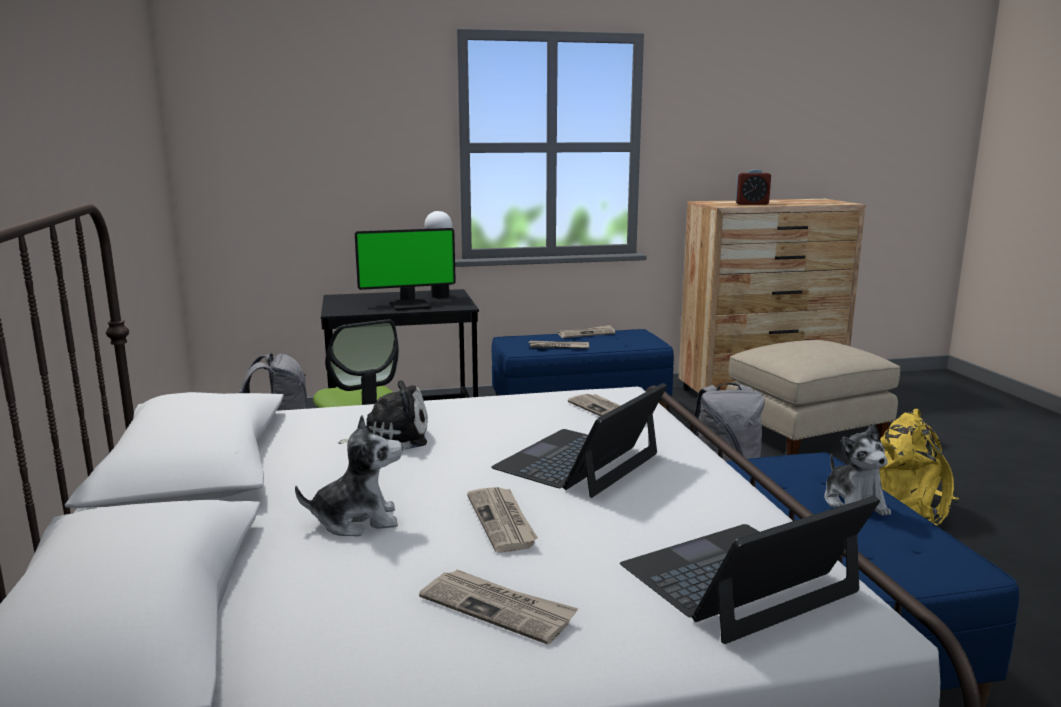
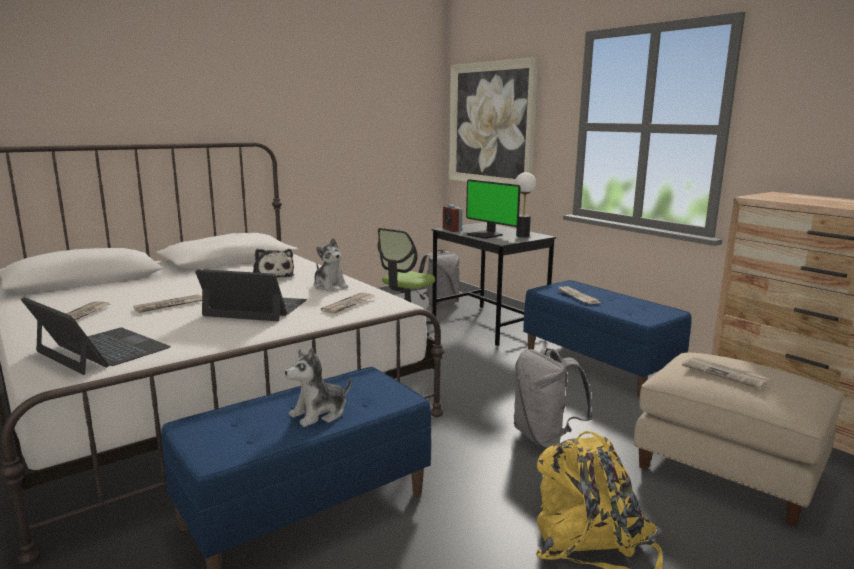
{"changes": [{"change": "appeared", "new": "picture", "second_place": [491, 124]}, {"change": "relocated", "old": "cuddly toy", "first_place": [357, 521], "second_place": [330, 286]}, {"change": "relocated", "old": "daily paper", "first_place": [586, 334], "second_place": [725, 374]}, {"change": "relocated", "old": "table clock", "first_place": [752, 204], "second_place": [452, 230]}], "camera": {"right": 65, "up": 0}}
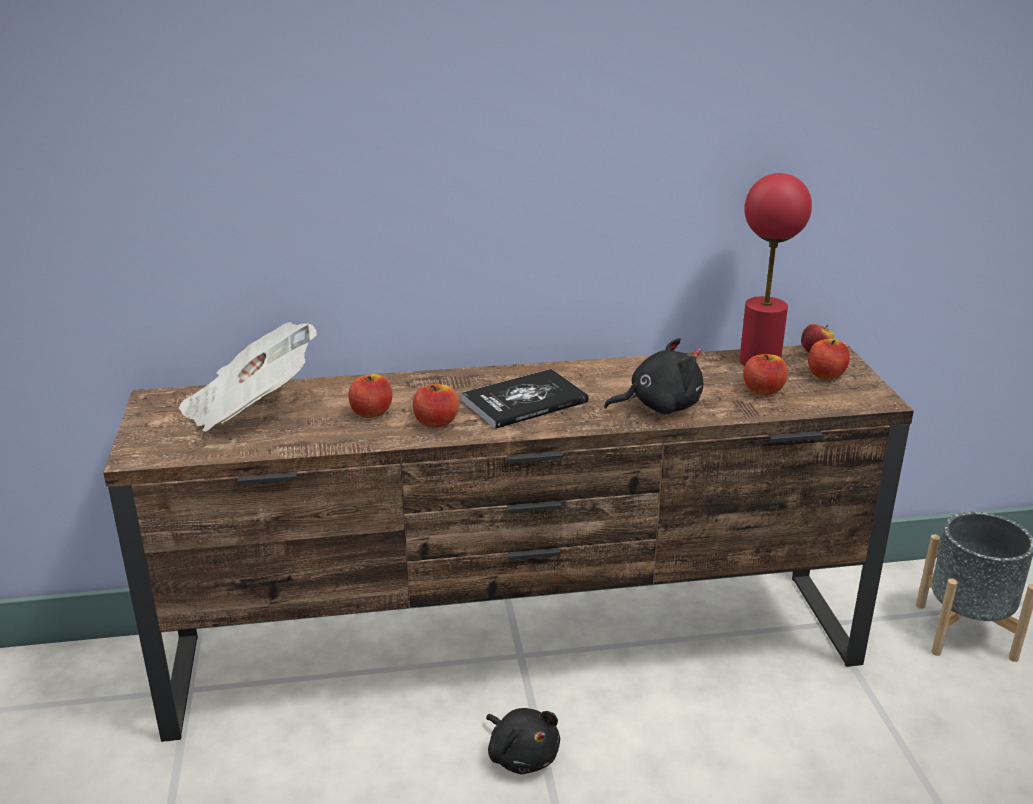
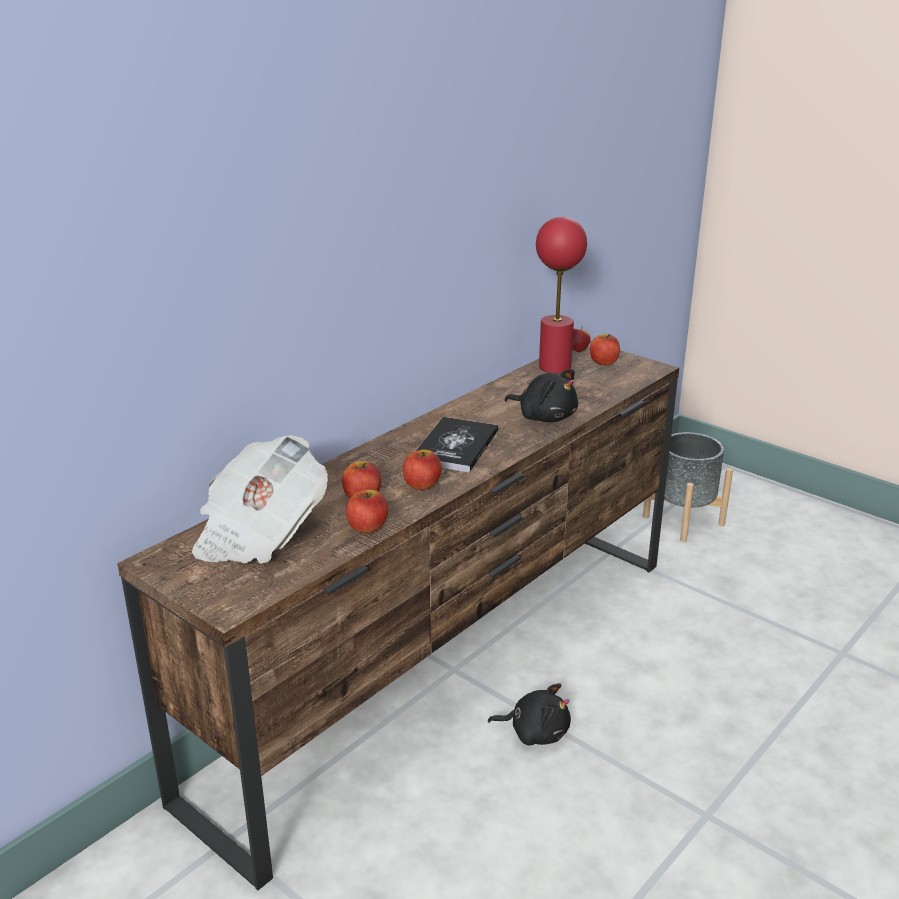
{"changes": [{"change": "relocated", "old": "apple", "first_place": [763, 390], "second_place": [367, 527]}, {"change": "spun", "old": "cuddly toy/black", "first_place": [659, 406], "second_place": [544, 417], "degrees": 90}], "camera": {"right": -40, "up": 0}}
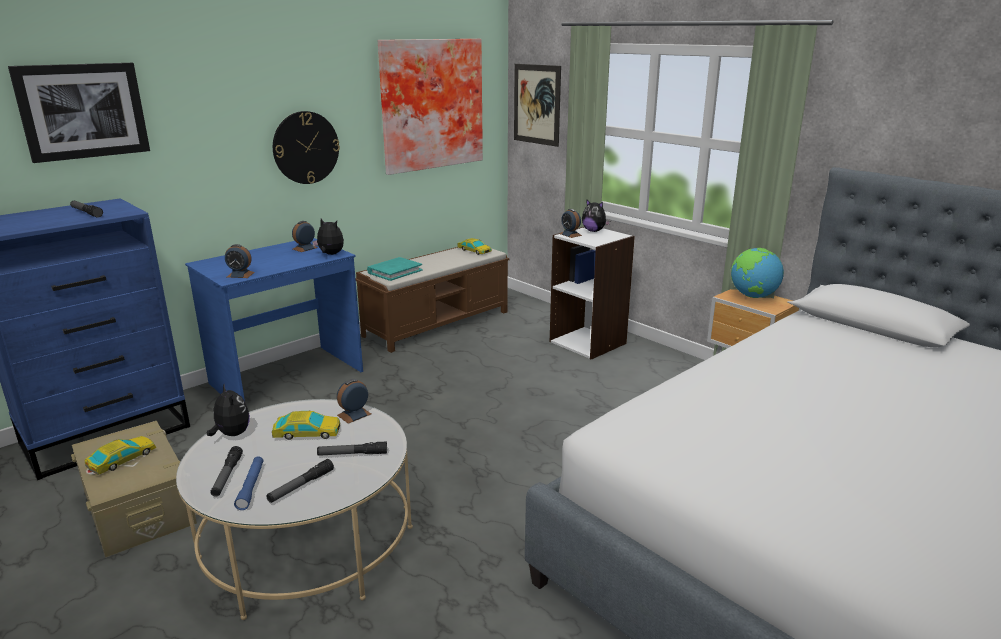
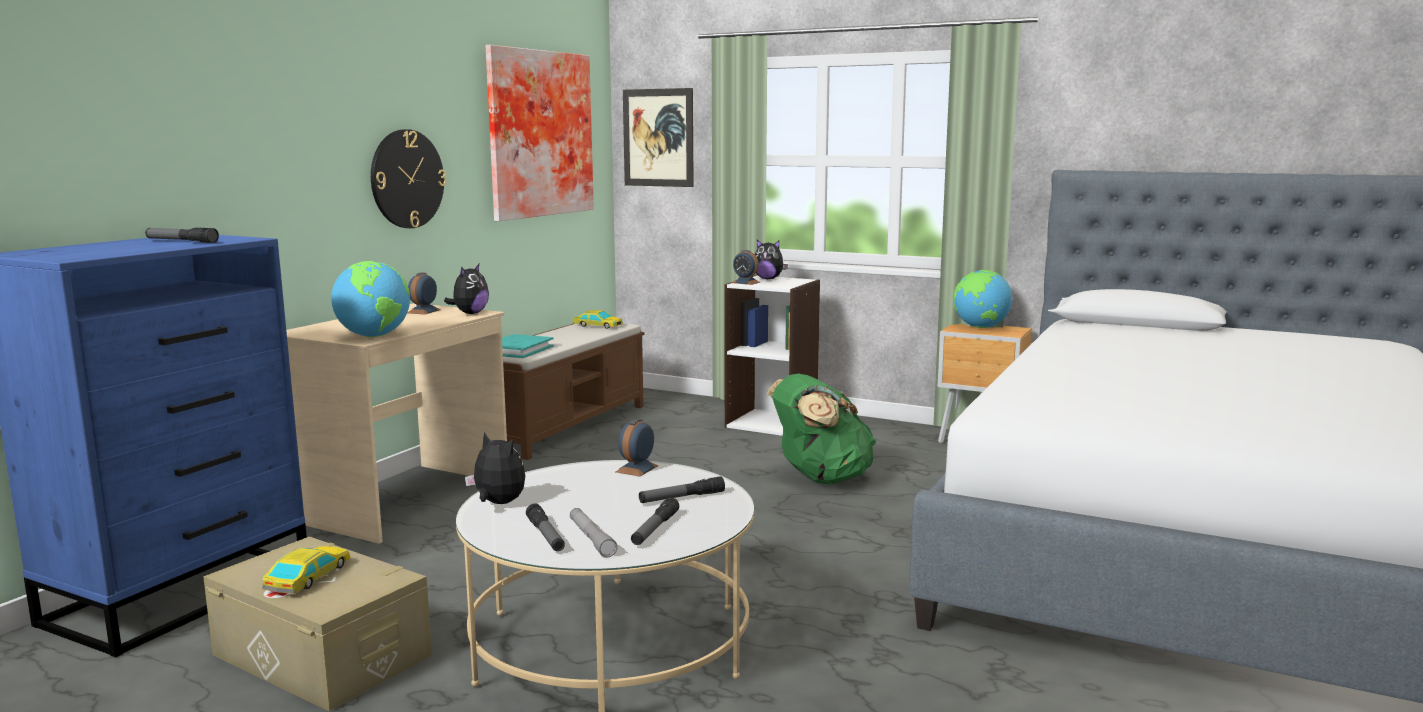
{"changes": [{"change": "missing", "old": "picture", "first_place": [83, 111]}, {"change": "missing", "old": "model car", "first_place": [307, 432]}, {"change": "appeared", "new": "knapsack/green-coloured", "second_place": [820, 478]}, {"change": "exchanged", "old": "table clock", "new": "world globe", "first_place": [240, 274], "second_place": [374, 336]}, {"change": "colour", "old": "desk/bluish", "new": "desk/sand-coloured", "first_place": [287, 378], "second_place": [405, 501]}, {"change": "colour", "old": "flashlight/bluish", "new": "flashlight/greyish", "first_place": [251, 487], "second_place": [591, 539]}, {"change": "spun", "old": "cuddly toy", "first_place": [330, 254], "second_place": [470, 313], "degrees": 105}], "camera": {"right": -20, "up": -10}}
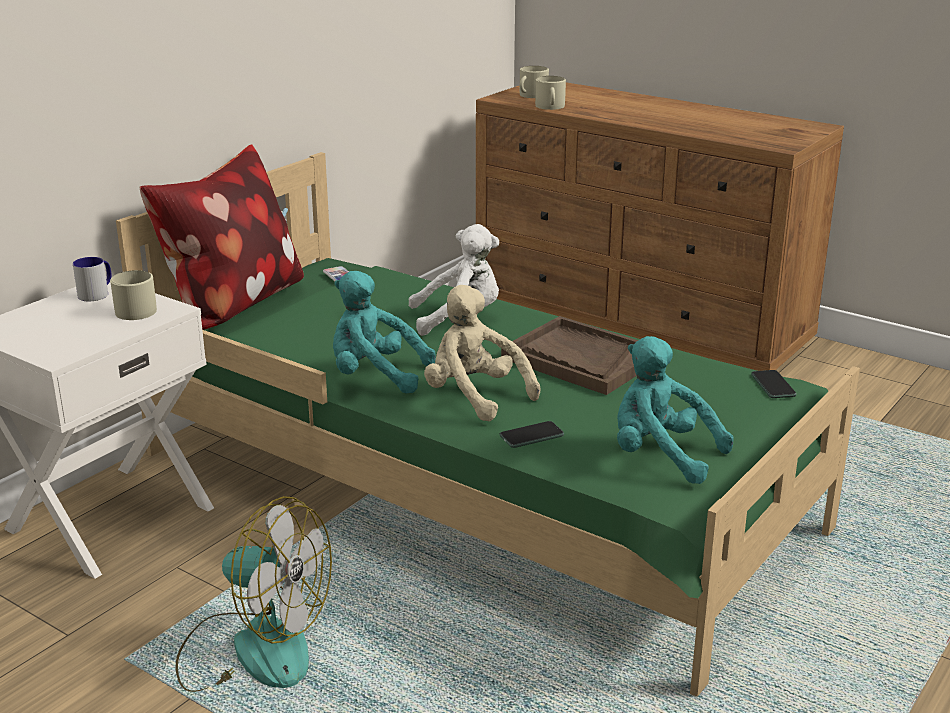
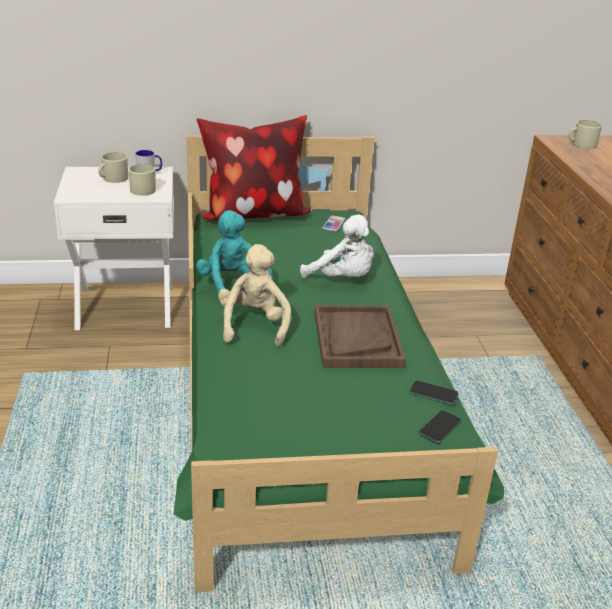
{"changes": [{"change": "missing", "old": "fan", "first_place": [253, 648]}, {"change": "missing", "old": "cuddly toy/turquoise-coloured", "first_place": [661, 456]}, {"change": "relocated", "old": "telephone", "first_place": [531, 436], "second_place": [433, 394]}, {"change": "relocated", "old": "mug/sand-coloured", "first_place": [550, 107], "second_place": [112, 179]}], "camera": {"right": 45, "up": 5}}
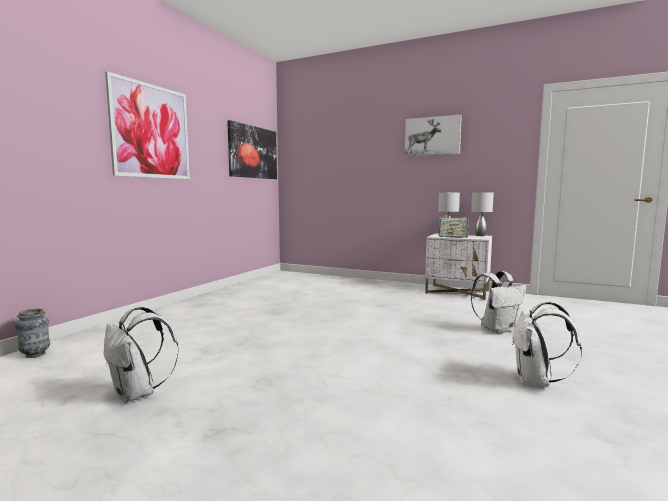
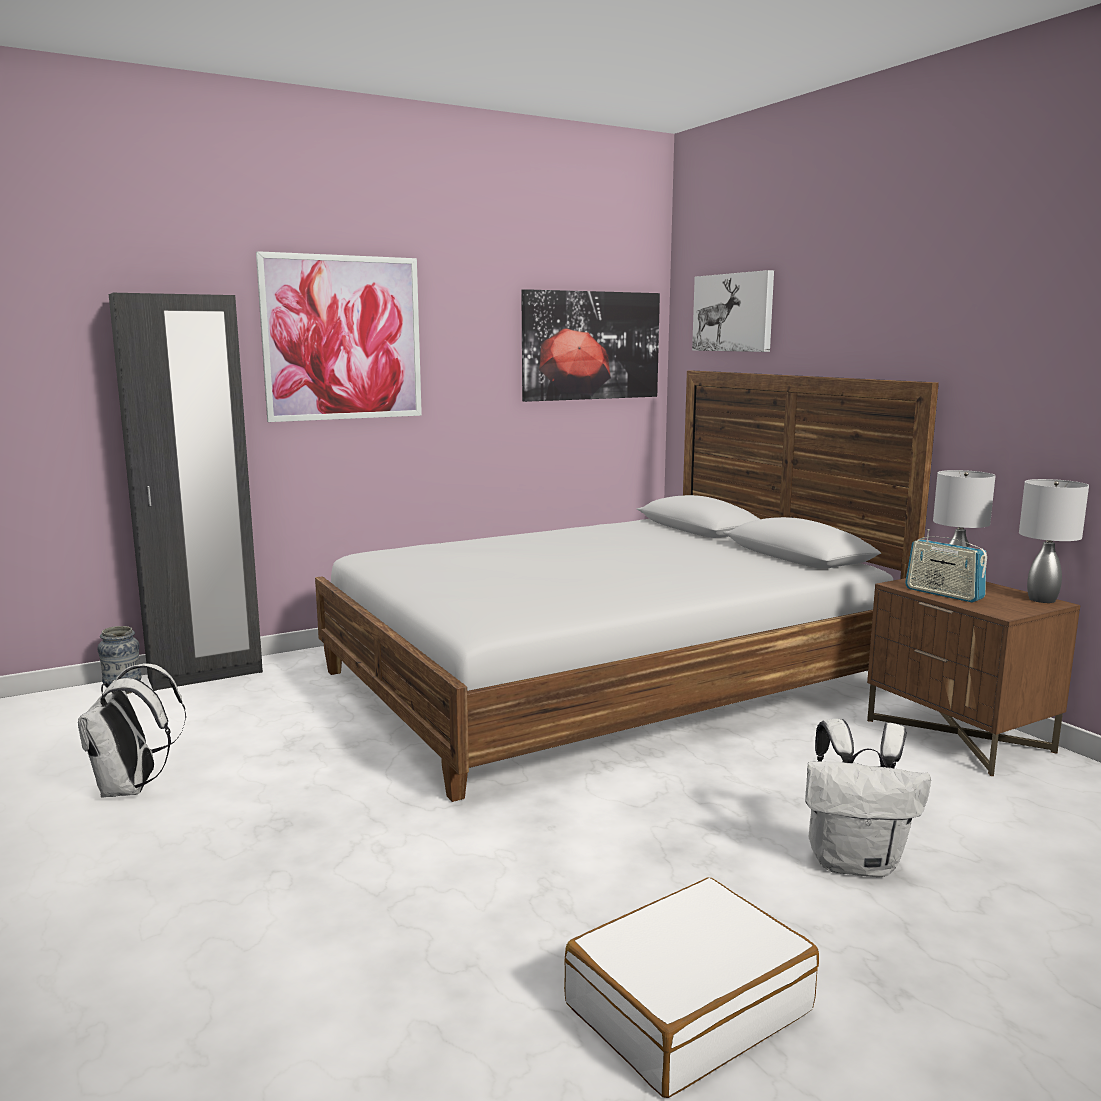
{"changes": [{"change": "appeared", "new": "wardrobe/black", "second_place": [206, 675]}, {"change": "appeared", "new": "bed", "second_place": [604, 679]}, {"change": "relocated", "old": "picture", "first_place": [432, 136], "second_place": [733, 312]}, {"change": "exchanged", "old": "knapsack/white-coloured", "new": "suitcase/white-coloured", "first_place": [536, 381], "second_place": [687, 1007]}, {"change": "colour", "old": "night table/white-coloured", "new": "night table/brownish", "first_place": [457, 292], "second_place": [959, 736]}], "camera": {"right": 35, "up": 5}}
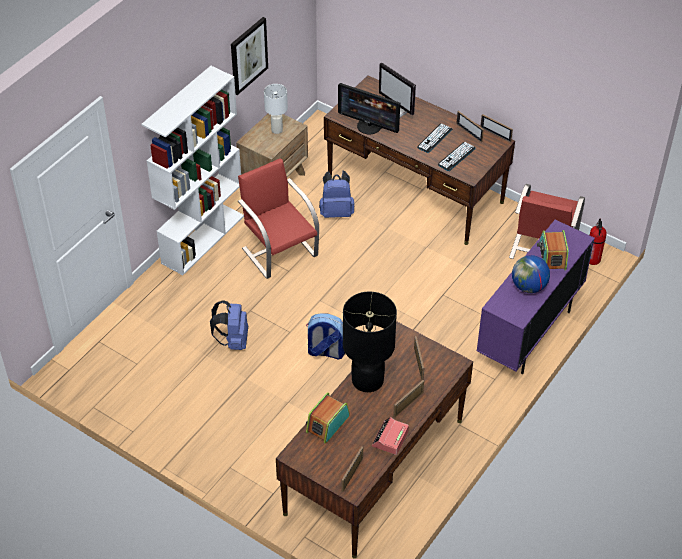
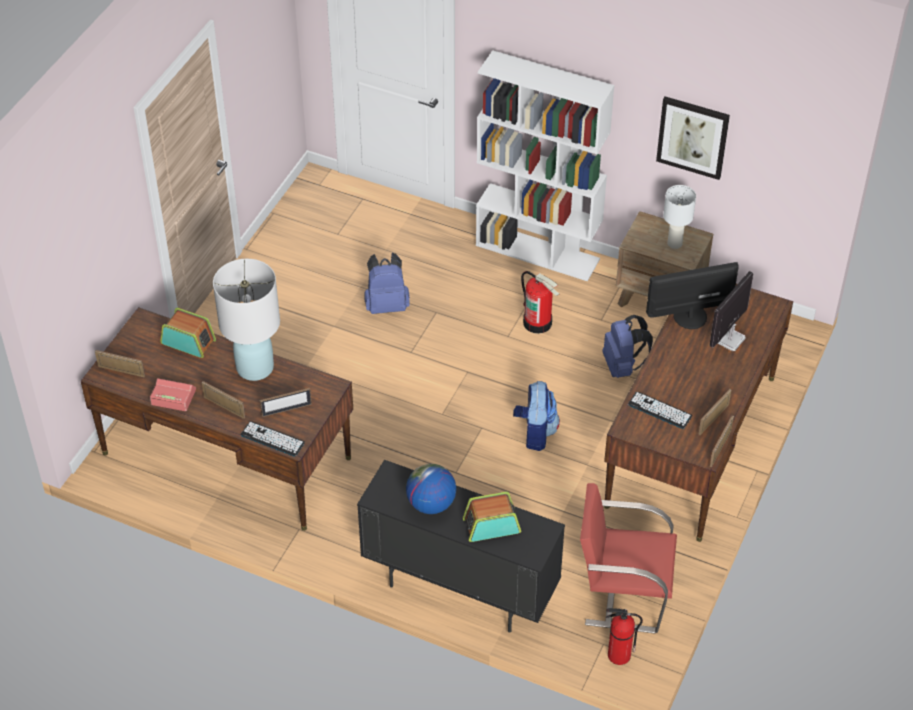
{"changes": [{"change": "relocated", "old": "knapsack", "first_place": [325, 351], "second_place": [535, 432]}, {"change": "relocated", "old": "computer keyboard", "first_place": [434, 138], "second_place": [272, 439]}, {"change": "exchanged", "old": "upright chair/red-coloured", "new": "extinguisher", "first_place": [279, 251], "second_place": [538, 322]}, {"change": "colour", "old": "tabletop lamp/black", "new": "tabletop lamp/white-coloured", "first_place": [367, 380], "second_place": [255, 367]}, {"change": "colour", "old": "cabinet/purple-coloured", "new": "cabinet/black", "first_place": [529, 334], "second_place": [460, 589]}, {"change": "spun", "old": "computer display", "first_place": [369, 126], "second_place": [689, 315], "degrees": 60}], "camera": {"right": 80, "up": 0}}
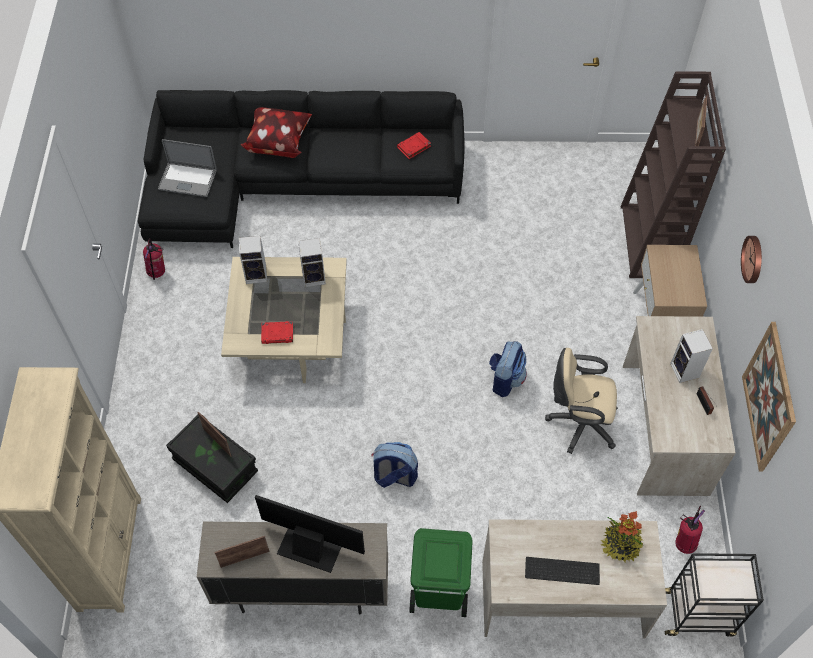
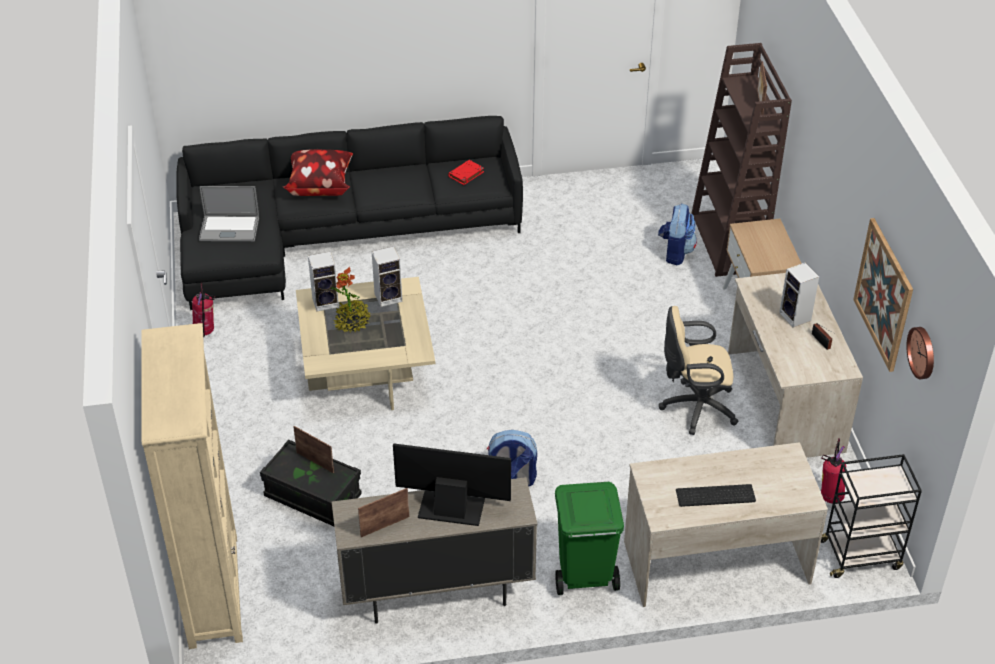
{"changes": [{"change": "missing", "old": "bound book/red-coloured", "first_place": [277, 334]}, {"change": "relocated", "old": "knapsack", "first_place": [505, 379], "second_place": [675, 252]}, {"change": "relocated", "old": "houseplant", "first_place": [621, 544], "second_place": [352, 322]}, {"change": "relocated", "old": "clock on the wall", "first_place": [754, 259], "second_place": [923, 352]}], "camera": {"right": -10, "up": -15}}
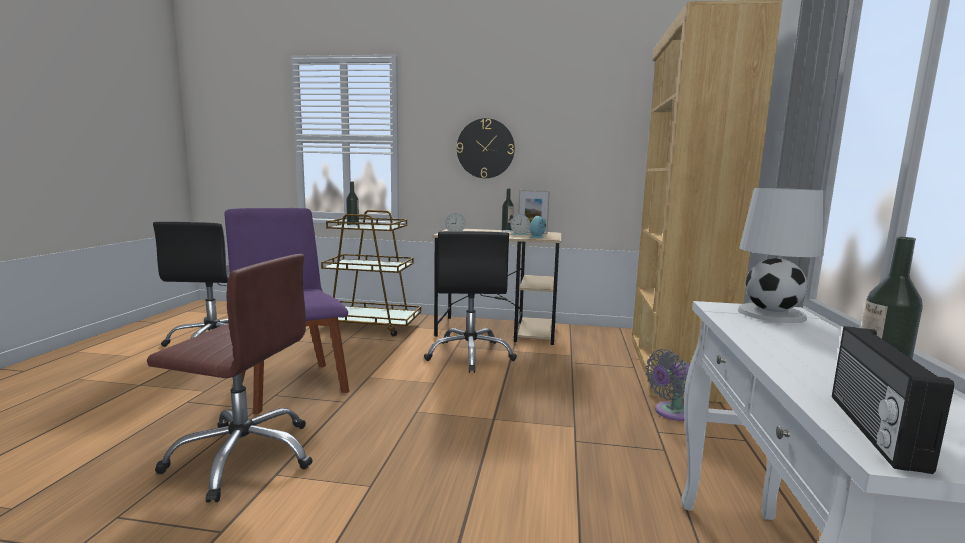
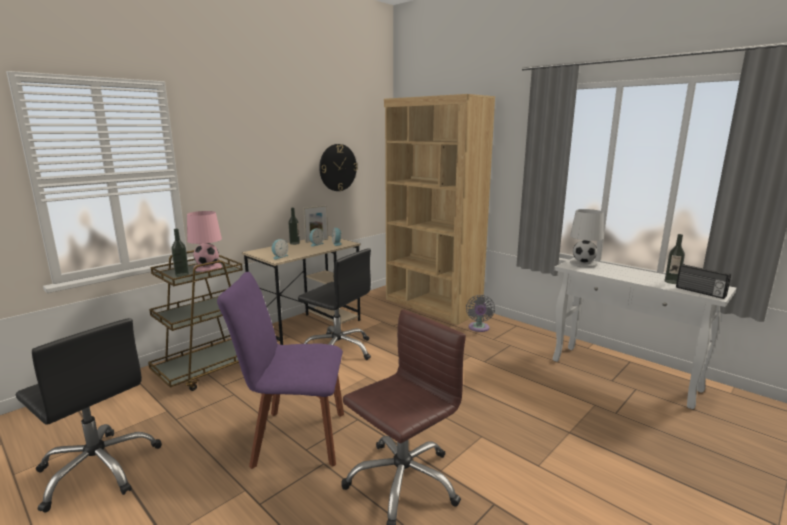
{"changes": [{"change": "appeared", "new": "tabletop lamp/pink-coloured", "second_place": [208, 267]}, {"change": "relocated", "old": "clock on the wall", "first_place": [485, 148], "second_place": [337, 167]}], "camera": {"right": -55, "up": 5}}
